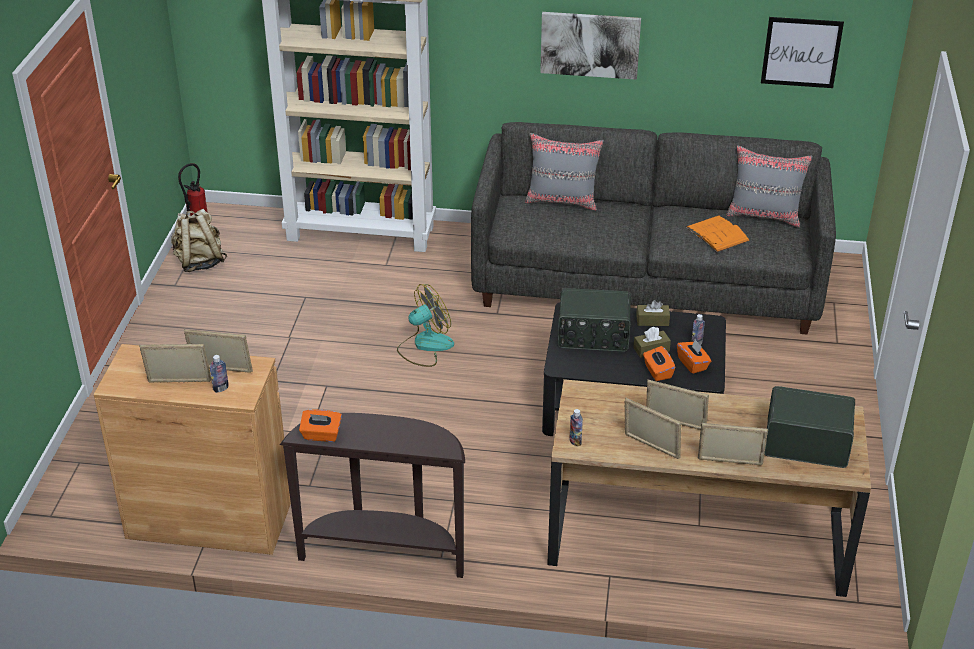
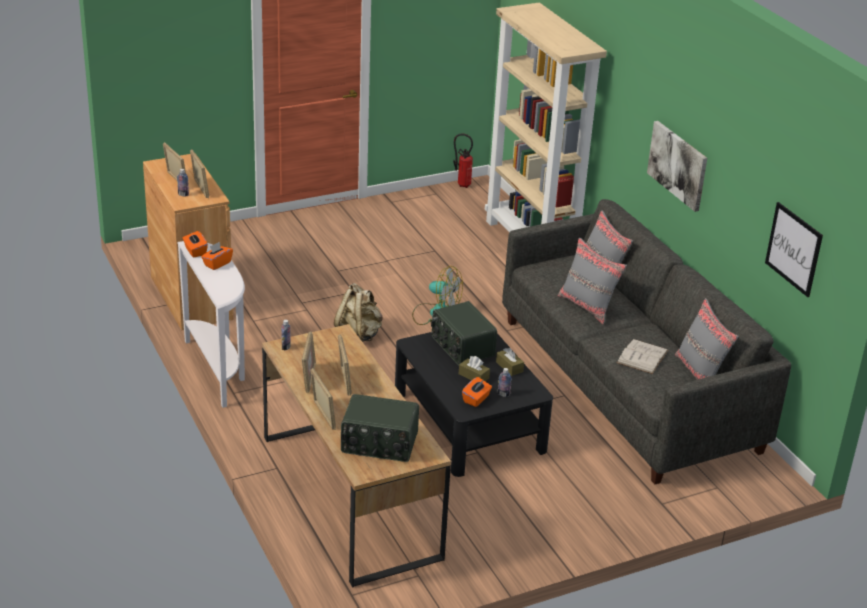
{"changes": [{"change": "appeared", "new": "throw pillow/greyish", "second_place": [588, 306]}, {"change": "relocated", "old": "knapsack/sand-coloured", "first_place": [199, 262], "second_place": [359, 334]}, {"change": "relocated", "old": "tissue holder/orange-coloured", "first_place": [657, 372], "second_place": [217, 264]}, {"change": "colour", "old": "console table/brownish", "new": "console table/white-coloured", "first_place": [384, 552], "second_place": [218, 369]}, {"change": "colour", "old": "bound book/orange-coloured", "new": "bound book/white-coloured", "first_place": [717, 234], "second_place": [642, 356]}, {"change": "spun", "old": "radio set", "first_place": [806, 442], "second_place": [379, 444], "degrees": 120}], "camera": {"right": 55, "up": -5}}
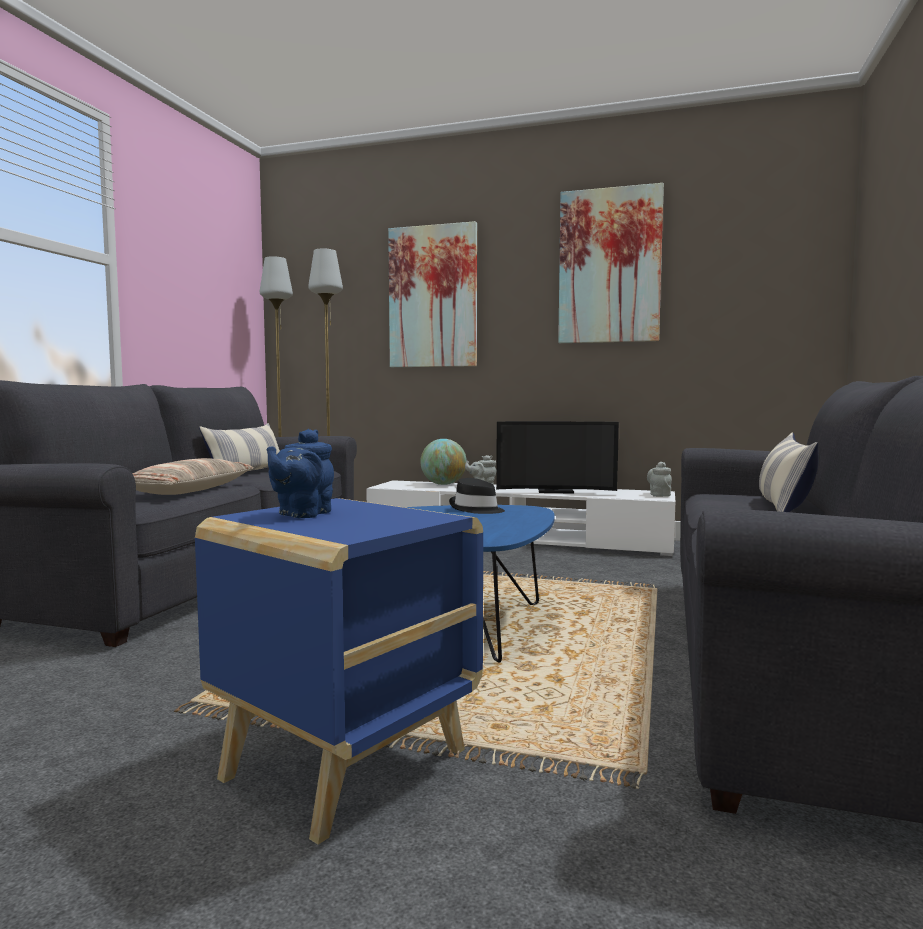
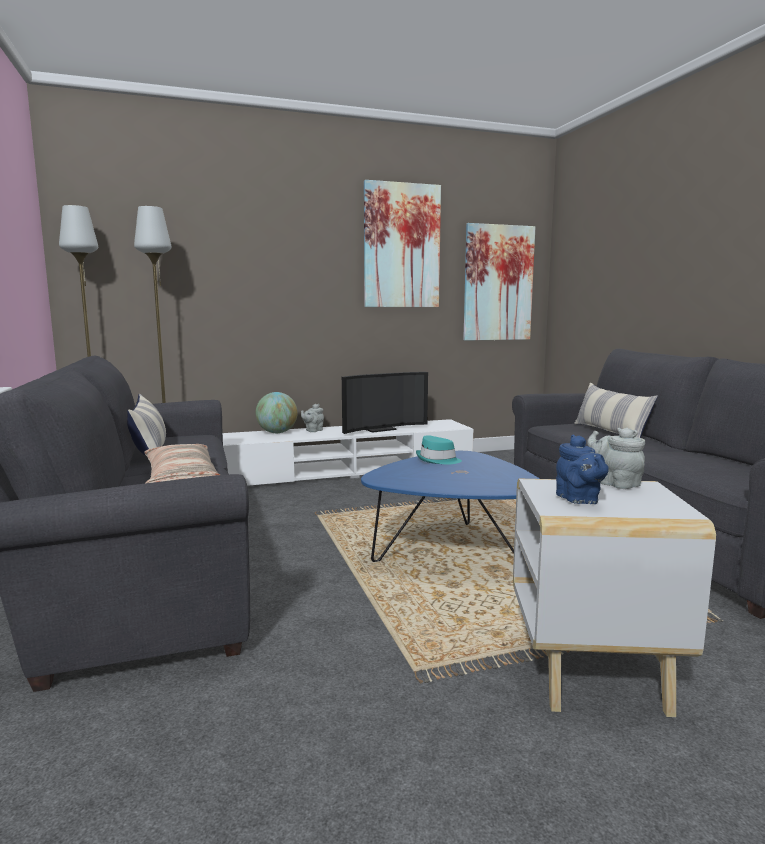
{"changes": [{"change": "relocated", "old": "picture", "first_place": [433, 297], "second_place": [498, 283]}, {"change": "relocated", "old": "teapot/greyish", "first_place": [659, 495], "second_place": [615, 483]}, {"change": "colour", "old": "side table/bluish", "new": "side table/white-coloured", "first_place": [343, 765], "second_place": [593, 669]}, {"change": "colour", "old": "hat/black", "new": "hat/turquoise-coloured", "first_place": [476, 509], "second_place": [438, 460]}], "camera": {"right": -35, "up": 5}}
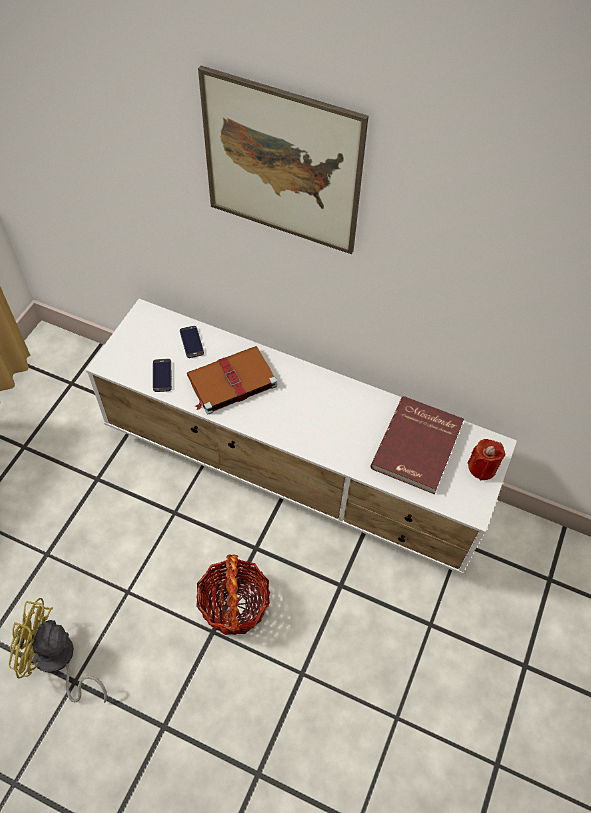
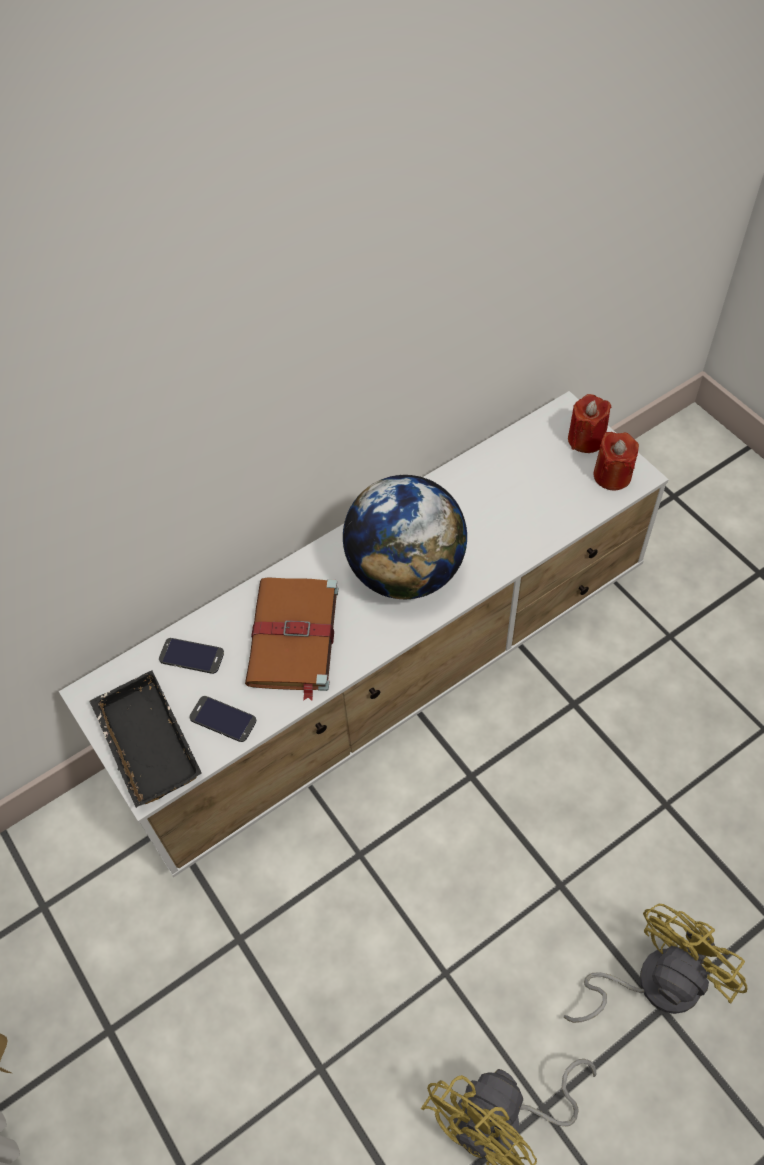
{"changes": [{"change": "missing", "old": "storage basket", "first_place": [234, 605]}, {"change": "missing", "old": "picture", "first_place": [282, 164]}, {"change": "missing", "old": "bound book/red-coloured", "first_place": [419, 446]}, {"change": "appeared", "new": "serving tray/black", "second_place": [144, 744]}, {"change": "appeared", "new": "world globe", "second_place": [406, 571]}, {"change": "appeared", "new": "fan/yellow", "second_place": [654, 982]}, {"change": "appeared", "new": "candle/red-coloured", "second_place": [612, 475]}], "camera": {"right": -55, "up": 0}}
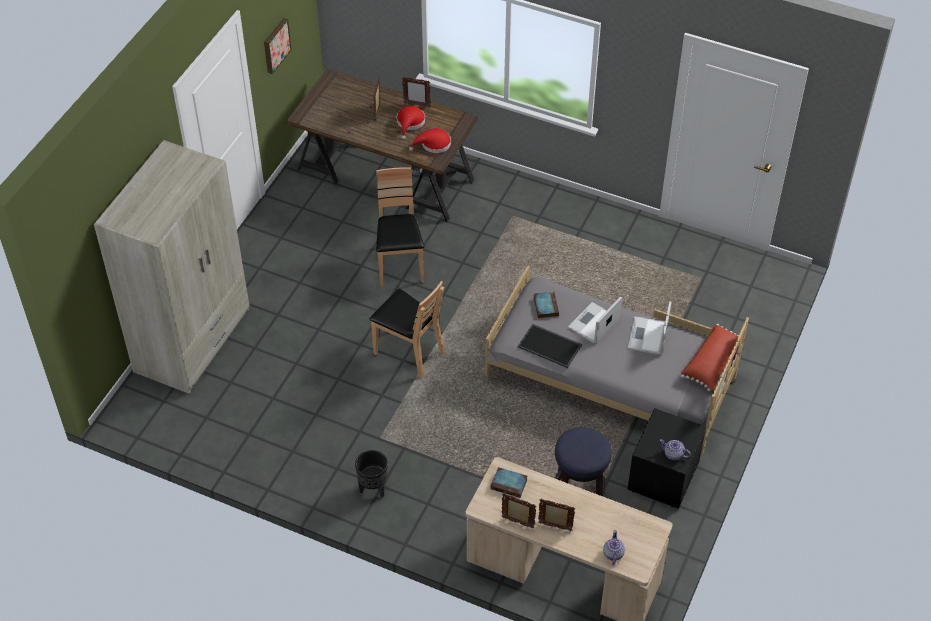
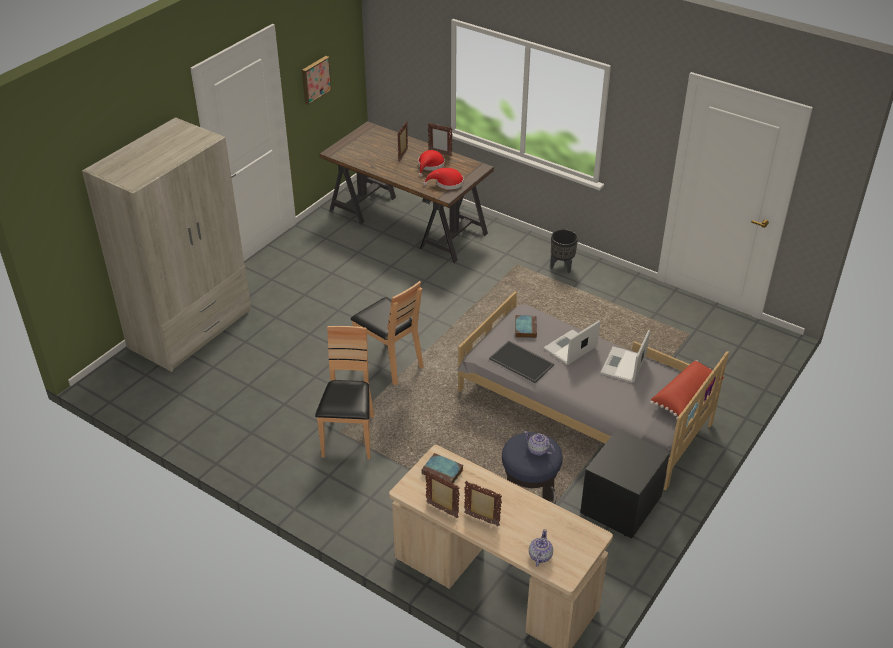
{"changes": [{"change": "relocated", "old": "planter/black", "first_place": [373, 488], "second_place": [561, 267]}, {"change": "relocated", "old": "upright chair/brownish", "first_place": [399, 264], "second_place": [349, 437]}, {"change": "relocated", "old": "teapot", "first_place": [673, 454], "second_place": [538, 450]}], "camera": {"right": 10, "up": -10}}
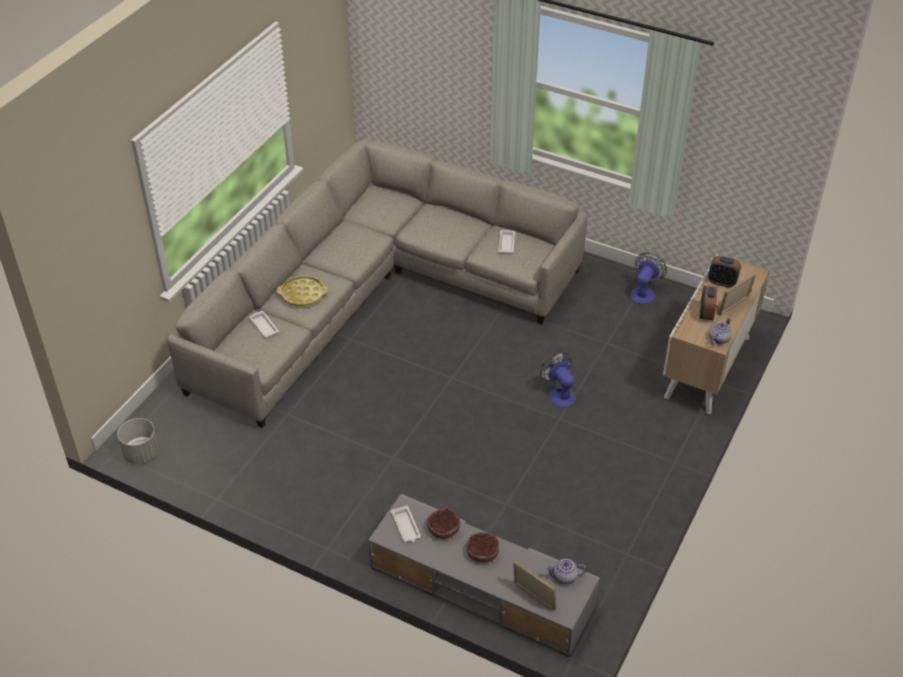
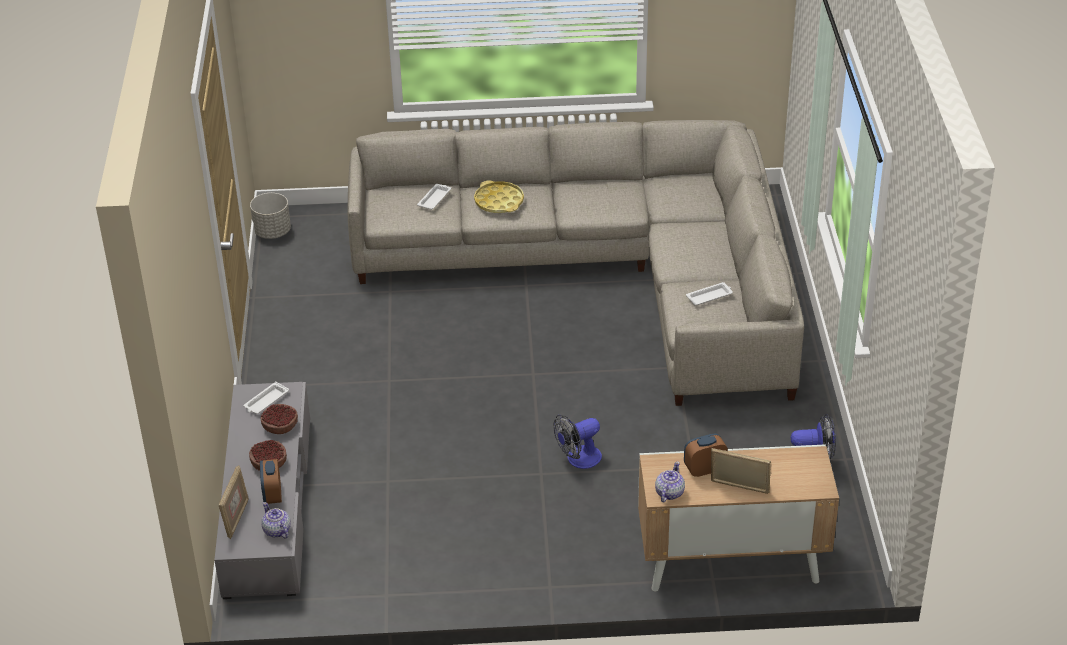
{"changes": [{"change": "relocated", "old": "table clock", "first_place": [722, 282], "second_place": [272, 495]}, {"change": "spun", "old": "fan", "first_place": [559, 394], "second_place": [578, 459], "degrees": -150}, {"change": "spun", "old": "teapot", "first_place": [718, 339], "second_place": [669, 493], "degrees": -75}], "camera": {"right": 60, "up": -5}}
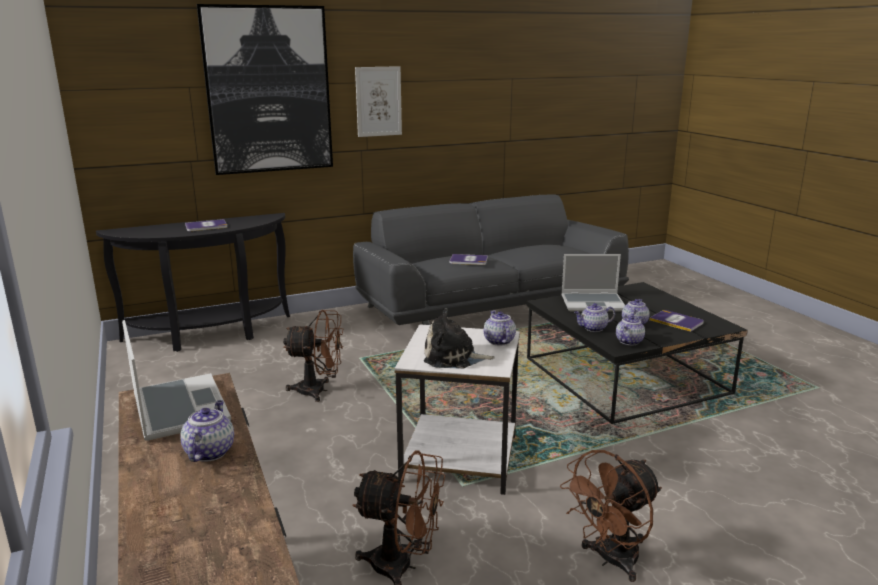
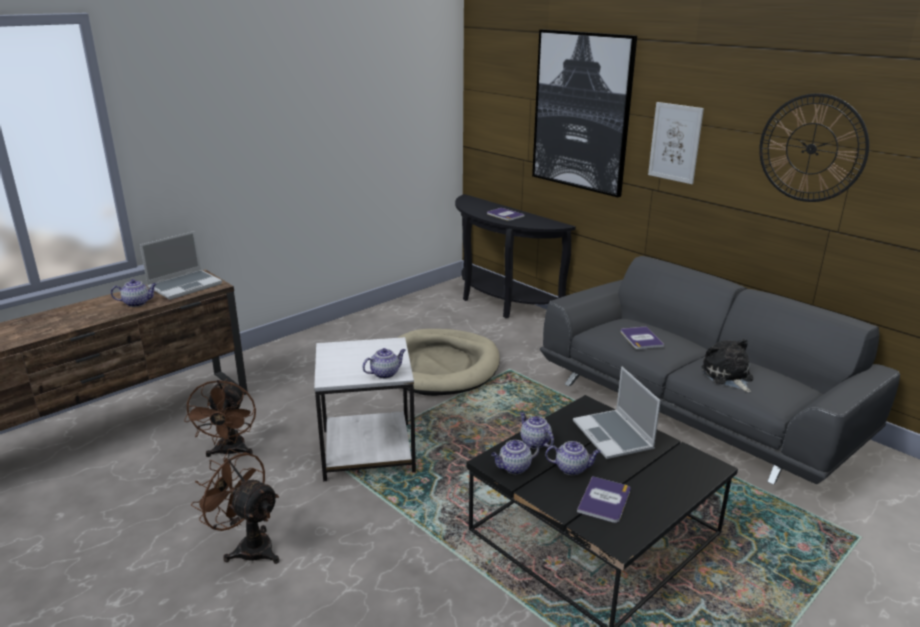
{"changes": [{"change": "appeared", "new": "clock on the wall", "second_place": [811, 148]}, {"change": "relocated", "old": "cuddly toy", "first_place": [453, 358], "second_place": [728, 376]}, {"change": "exchanged", "old": "fan/brownish", "new": "dog cushion/sand-coloured", "first_place": [319, 391], "second_place": [440, 367]}, {"change": "spun", "old": "teapot", "first_place": [629, 341], "second_place": [514, 468], "degrees": 135}], "camera": {"right": 70, "up": 5}}
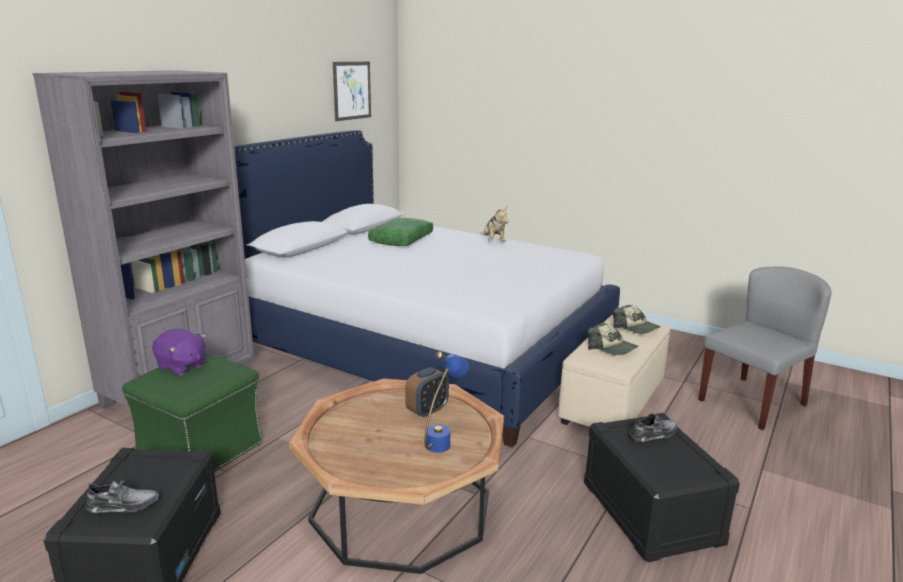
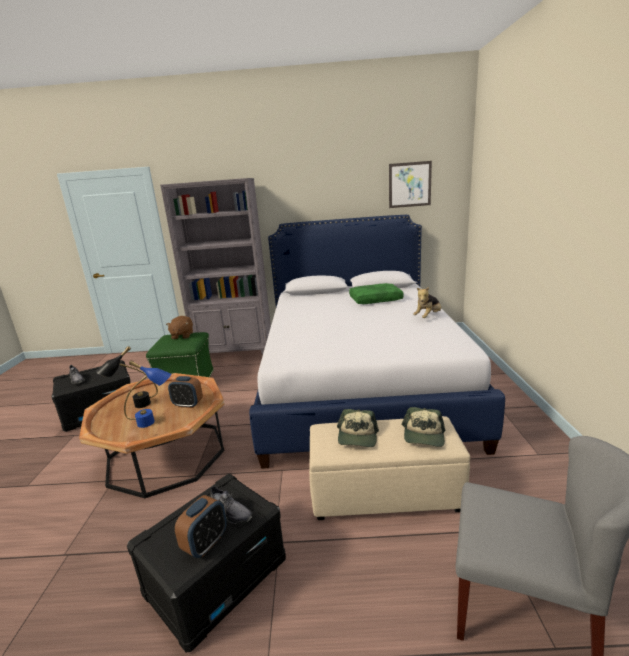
{"changes": [{"change": "appeared", "new": "tabletop lamp/black", "second_place": [134, 406]}, {"change": "appeared", "new": "table clock", "second_place": [206, 543]}, {"change": "colour", "old": "cuddly toy/purple-coloured", "new": "cuddly toy/brownish", "first_place": [181, 366], "second_place": [182, 336]}], "camera": {"right": 60, "up": 0}}
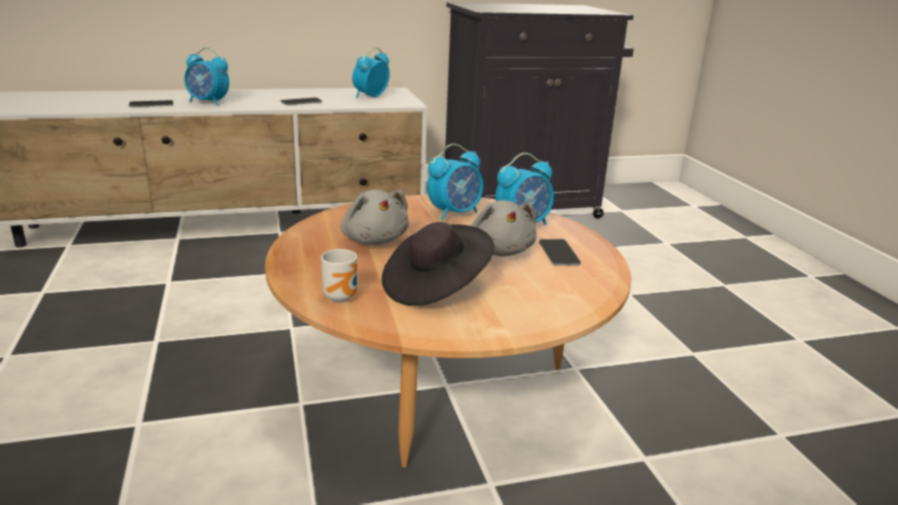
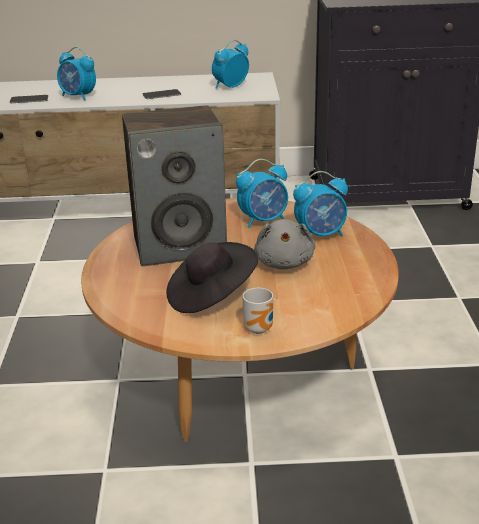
{"changes": [{"change": "missing", "old": "telephone", "first_place": [559, 253]}, {"change": "relocated", "old": "mug", "first_place": [343, 297], "second_place": [261, 328]}, {"change": "exchanged", "old": "cuddly toy/greyish", "new": "speaker", "first_place": [374, 239], "second_place": [180, 246]}], "camera": {"right": 15, "up": 5}}
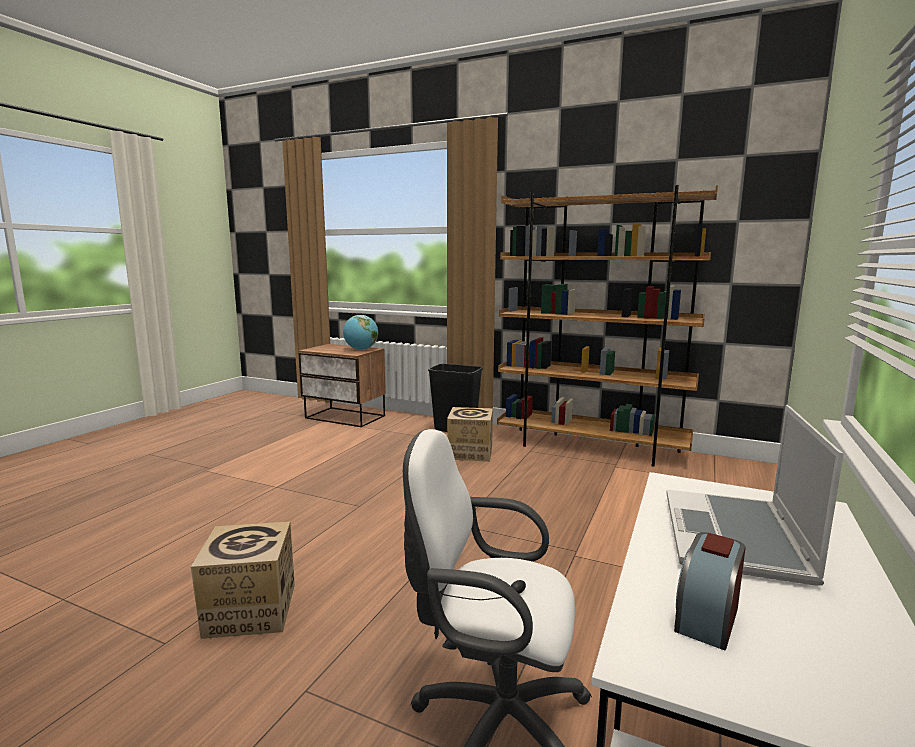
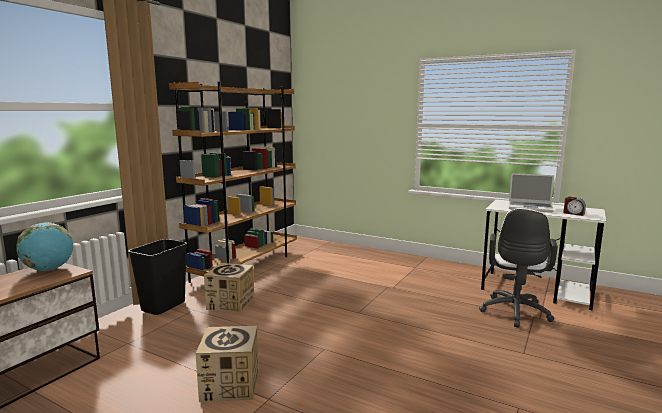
{"changes": [{"change": "relocated", "old": "carton", "first_place": [250, 610], "second_place": [230, 385]}], "camera": {"right": -85, "up": 0}}
